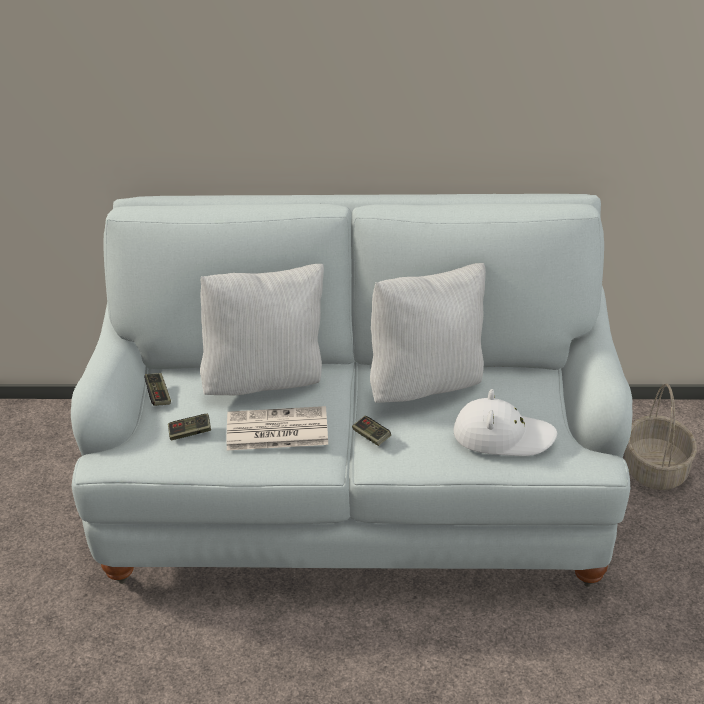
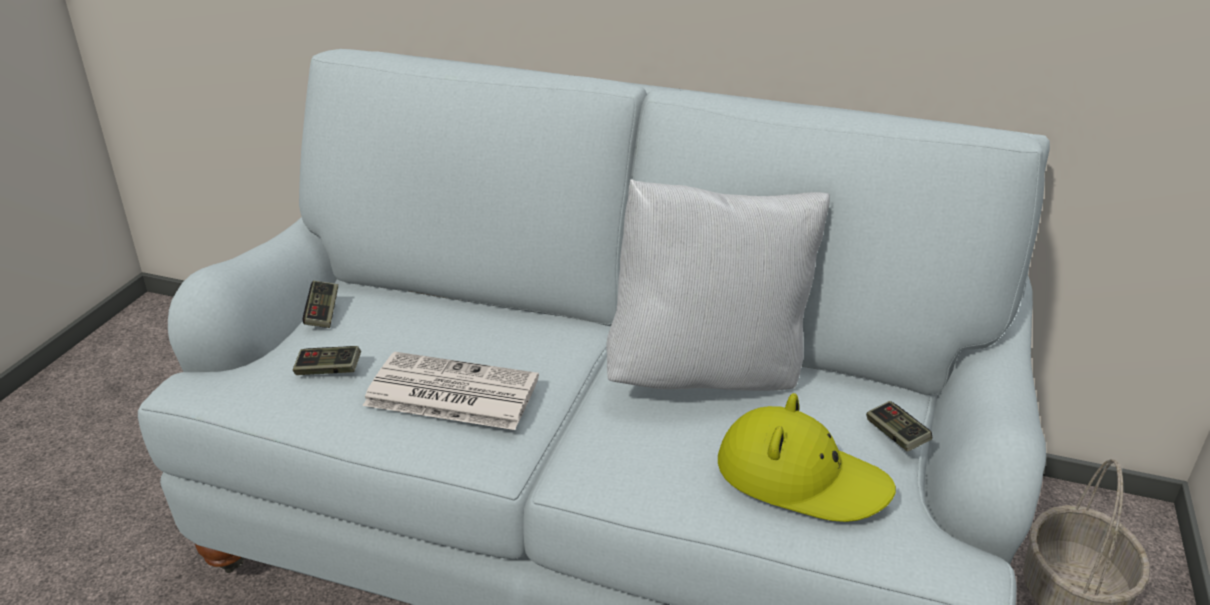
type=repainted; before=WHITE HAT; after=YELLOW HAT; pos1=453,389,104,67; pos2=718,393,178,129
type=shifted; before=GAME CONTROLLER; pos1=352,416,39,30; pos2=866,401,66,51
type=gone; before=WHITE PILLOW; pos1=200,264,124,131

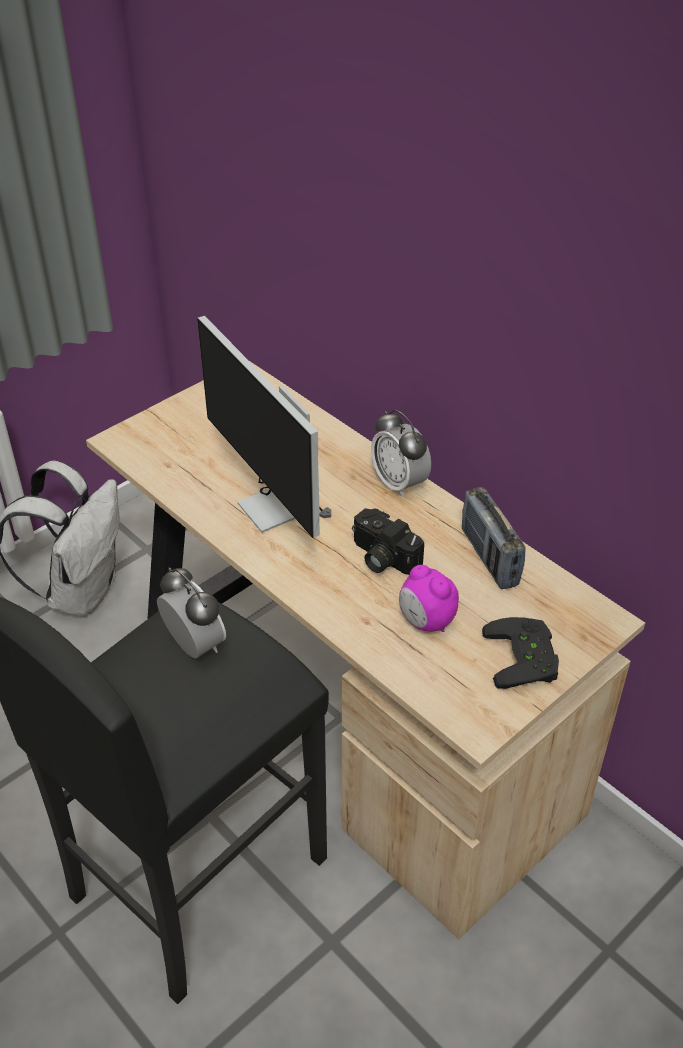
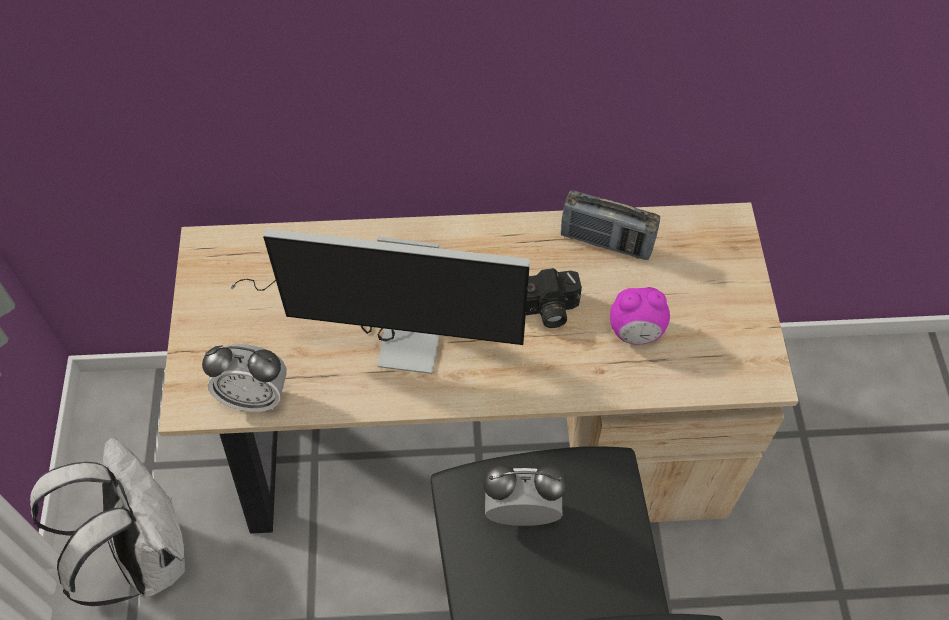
type=shifted; before=ALARM CLOCK; pos1=371,410,60,88; pos2=202,344,85,68
type=gone; before=BLACK GAME CONTROLLER; pos1=482,617,77,72

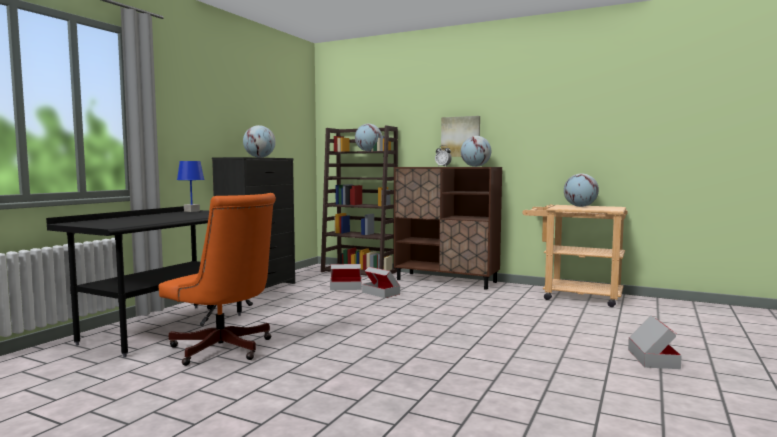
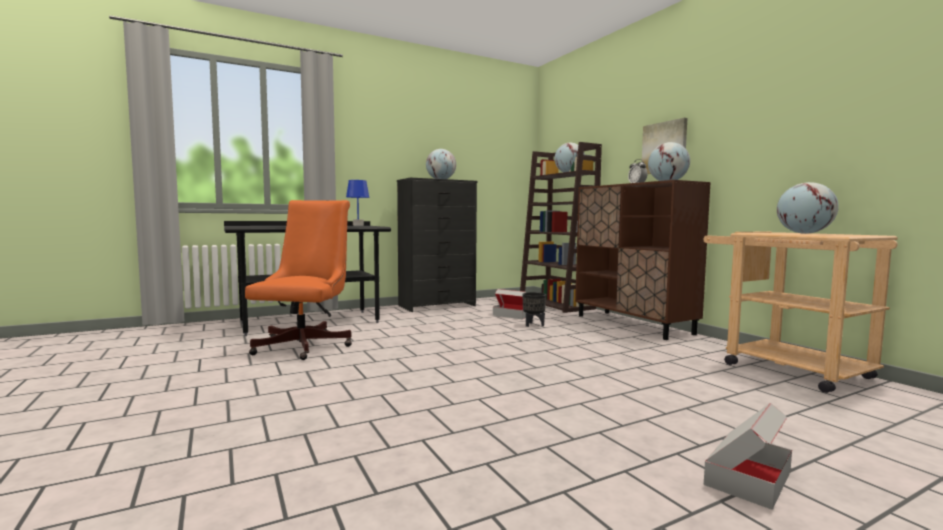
type=rotated; before=ORANGE OFFICE CHAIR; pos1=158,193,118,173; pos2=245,200,107,160; turn=-150
type=swapped; before=CARDBOARD BOX; after=BLACK PLANTER; pos1=362,267,38,31; pos2=522,292,24,35

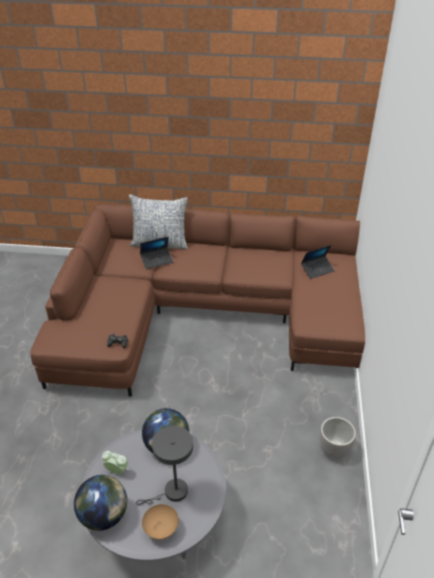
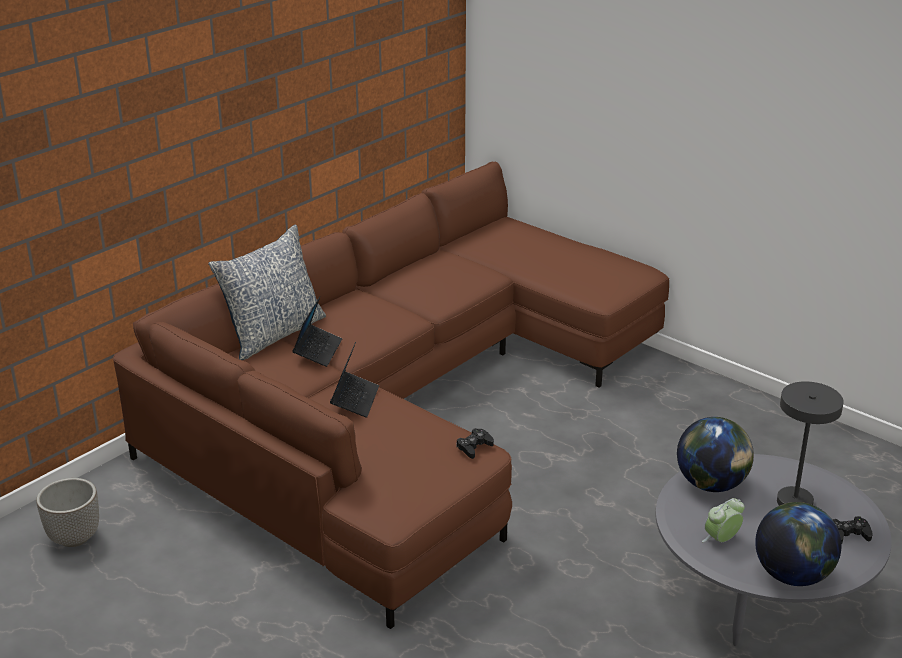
type=shifted; before=PLANTER; pos1=320,417,36,42; pos2=36,478,63,69
type=shifted; before=LAPTOP; pos1=301,245,34,34; pos2=330,342,49,76
type=swapped; before=BROWN BOWL; after=BLACK GAME CONTROLLER; pos1=142,504,37,36; pos2=832,516,41,28

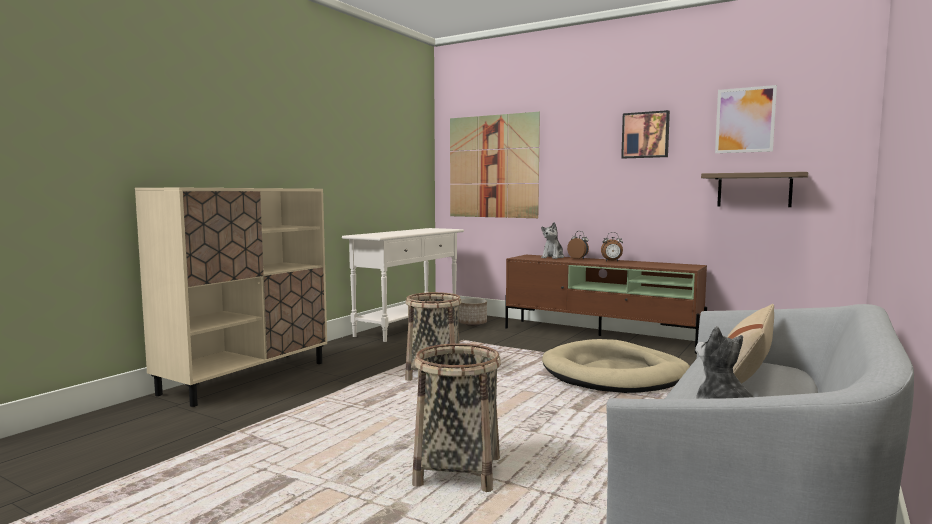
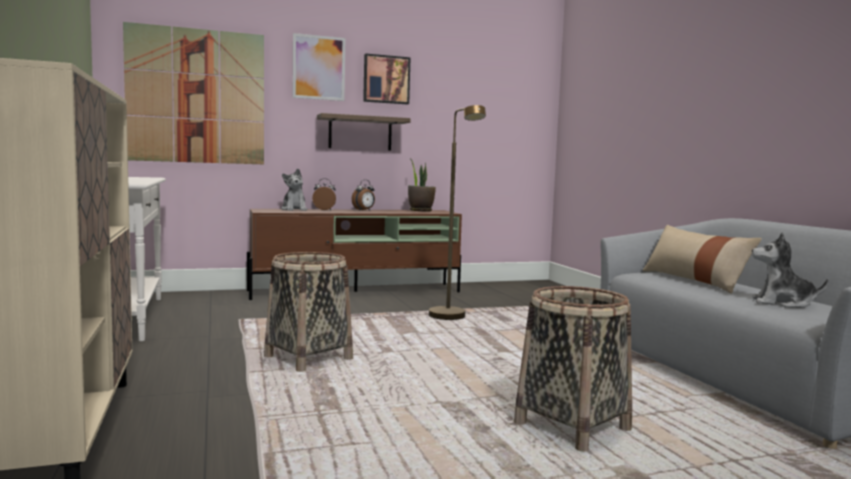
type=shifted; before=PICTURE; pos1=715,85,62,68; pos2=293,33,53,68
type=shifted; before=SHELF; pos1=701,172,107,35; pos2=317,113,94,38
type=new; after=POTTED PLANT; pos2=408,160,28,52
type=swapped; before=BEIGE DOG BED; after=BROWN FLOOR LAMP; pos1=542,339,148,54; pos2=429,105,57,215
type=gone; before=PLANTER; pos1=459,298,28,28

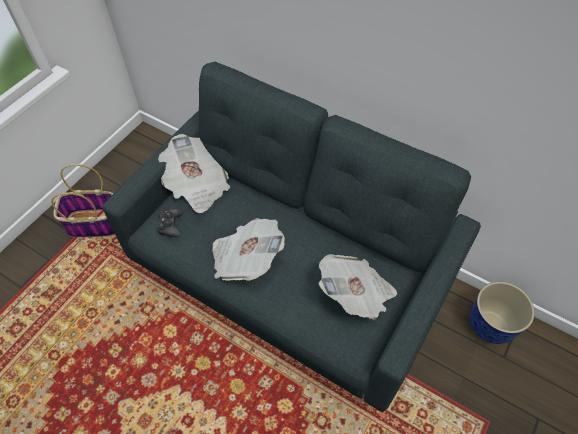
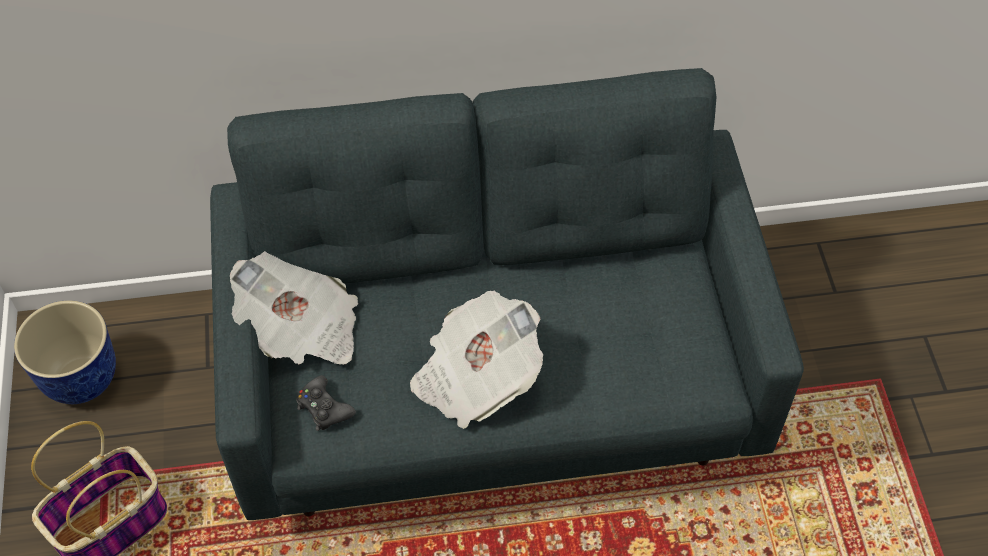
type=shifted; before=PLANTER; pos1=470,282,65,62; pos2=14,300,102,104
type=gone; before=NEWSPAPER; pos1=318,254,79,66

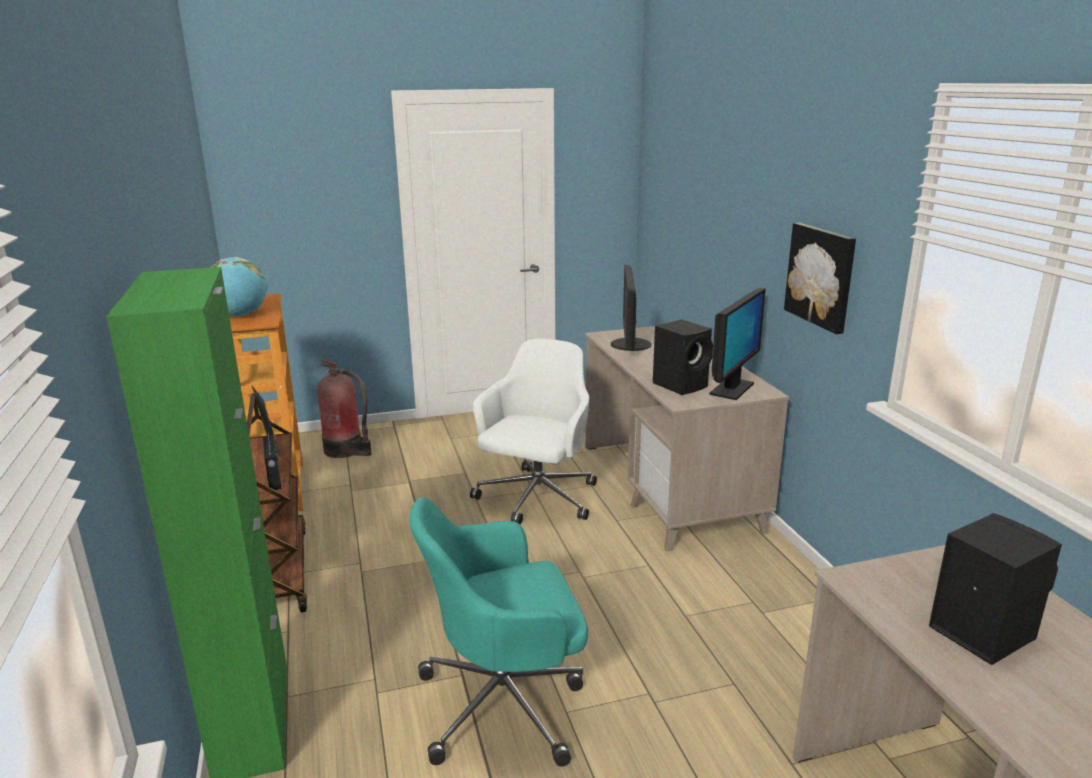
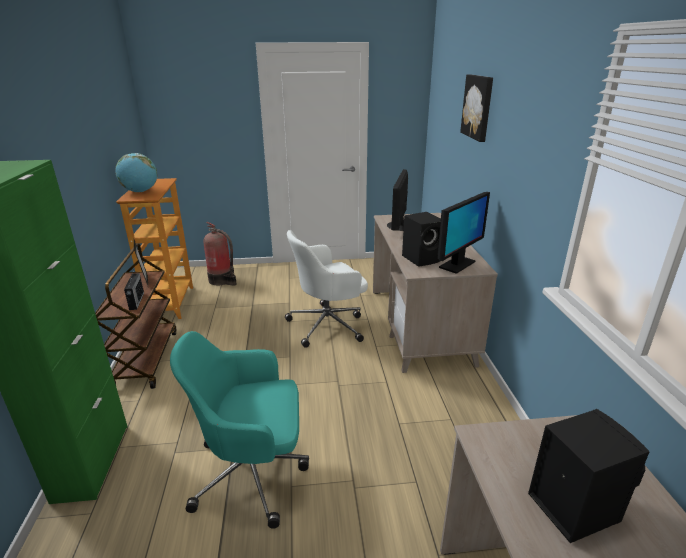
type=rotated; before=WHITE OFFICE CHAIR; pos1=470,339,127,185; pos2=285,230,83,118; turn=-150
type=shifted; before=PICTURE; pos1=784,223,72,111; pos2=460,75,33,67

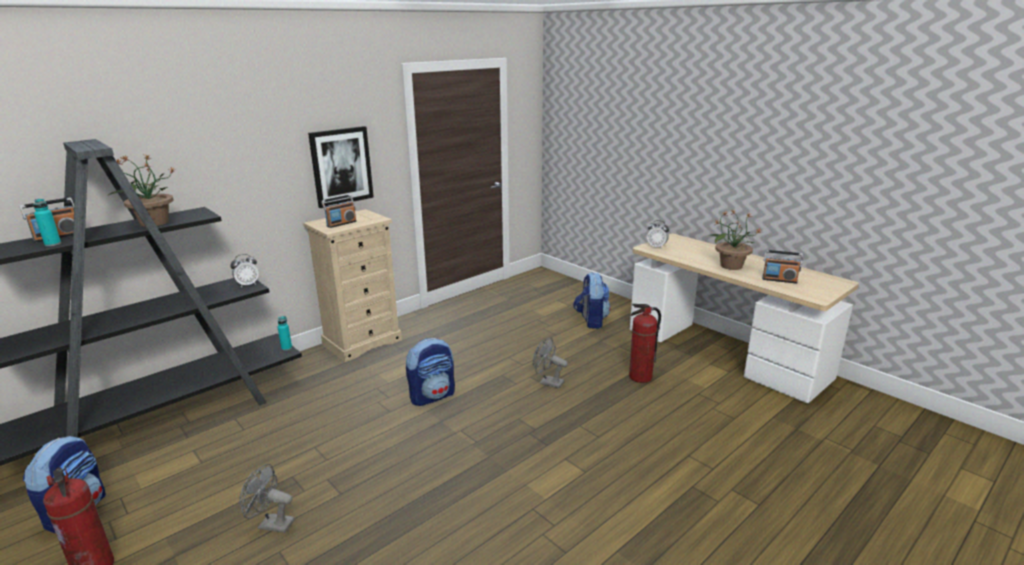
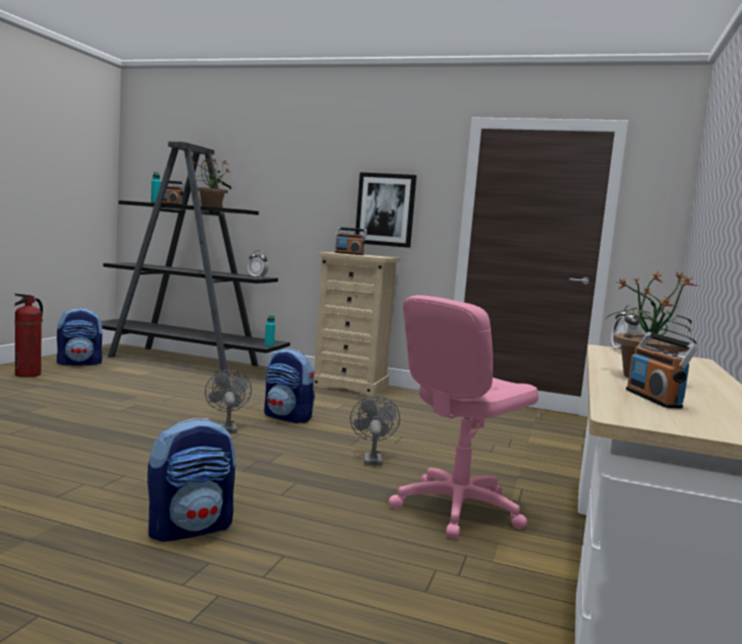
type=shifted; before=BACKPACK; pos1=573,272,38,57; pos2=147,418,88,124
type=shifted; before=GREY FAN; pos1=239,464,56,69; pos2=205,370,47,63
type=swapped; before=FIRE EXTINGUISHER; after=PINK OFFICE CHAIR; pos1=629,304,32,79; pos2=389,295,149,244

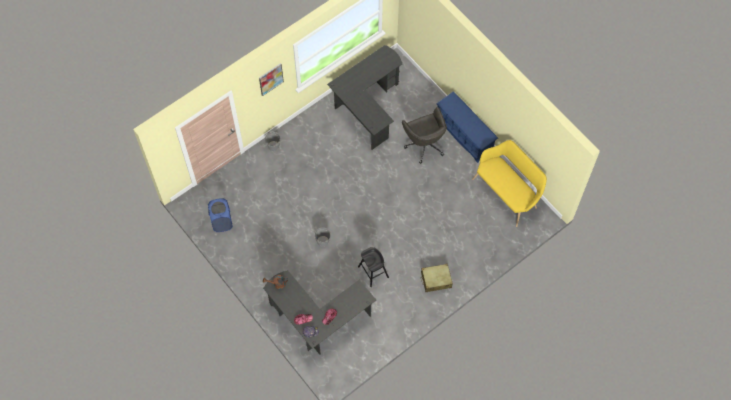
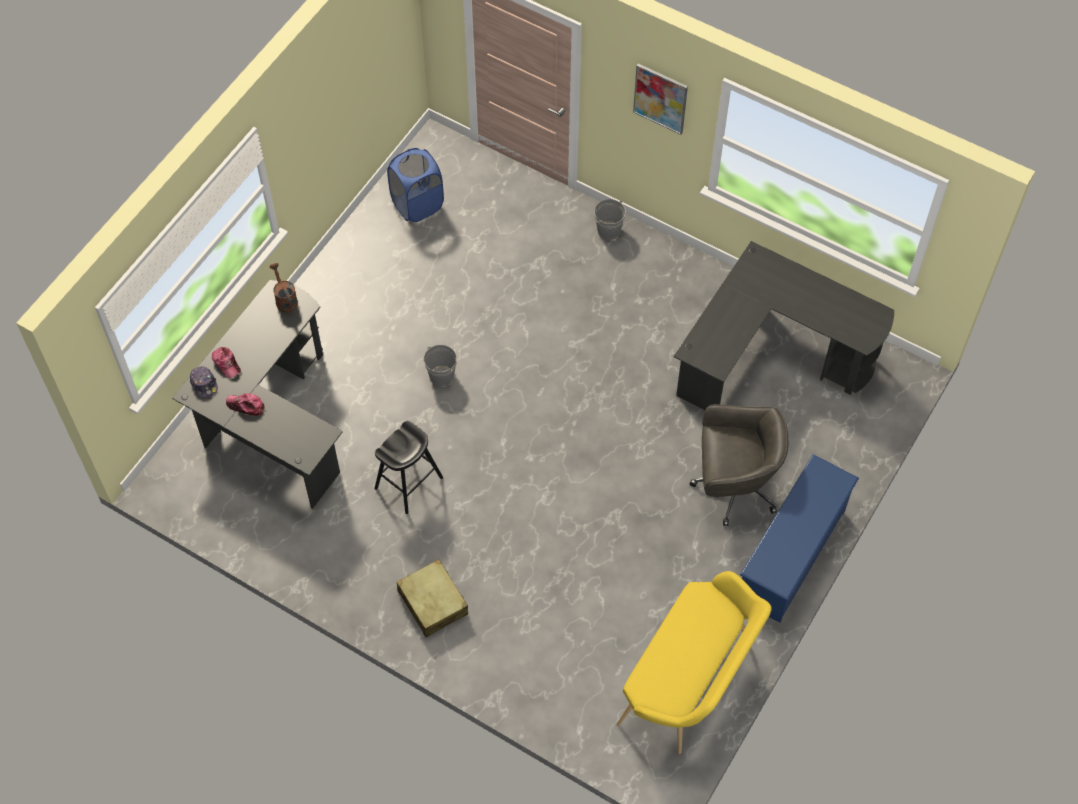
type=rotated; before=GREY OFFICE CHAIR; pos1=402,107,45,57; pos2=689,404,99,122; turn=-135

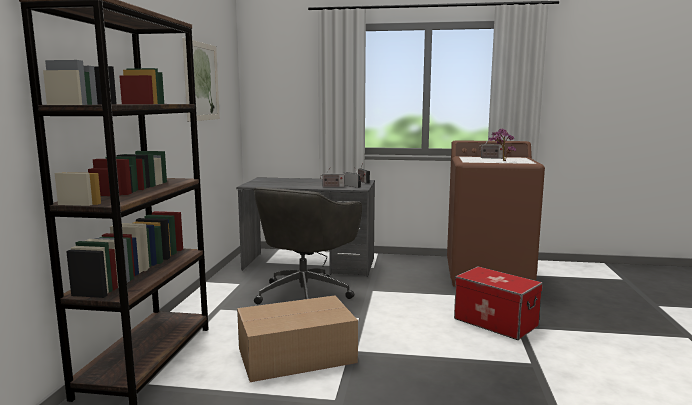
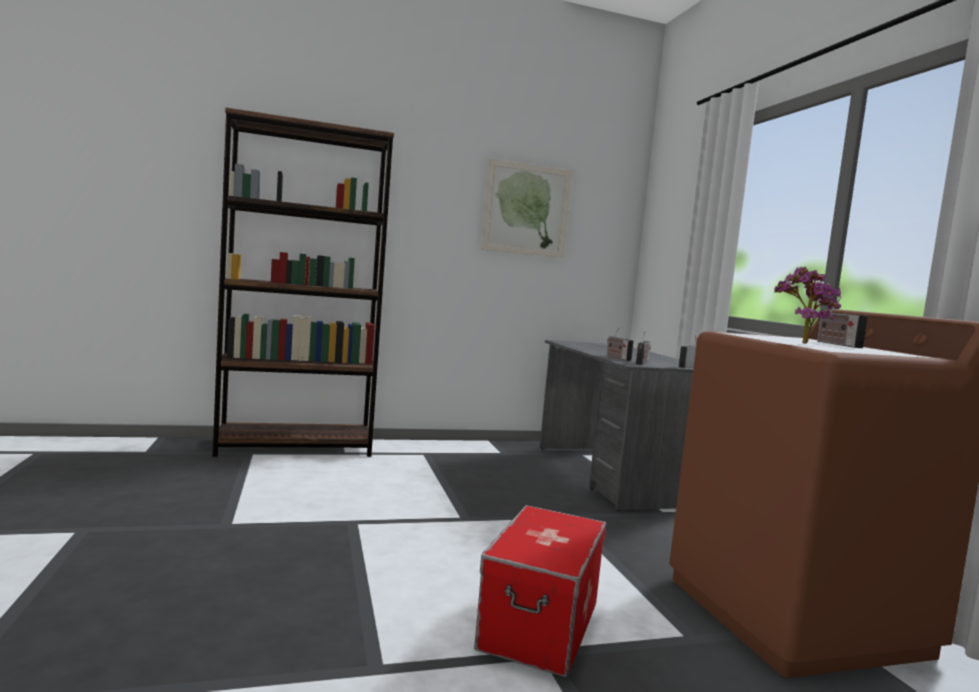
type=gone; before=CARDBOARD BOX; pos1=237,295,121,87
type=gone; before=GREY OFFICE CHAIR; pos1=253,187,109,117

